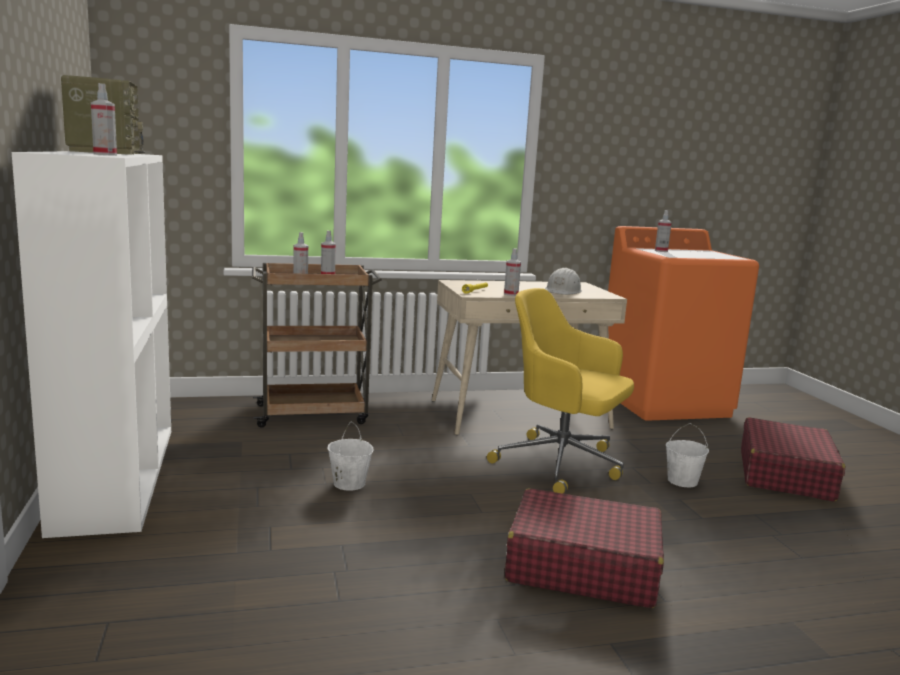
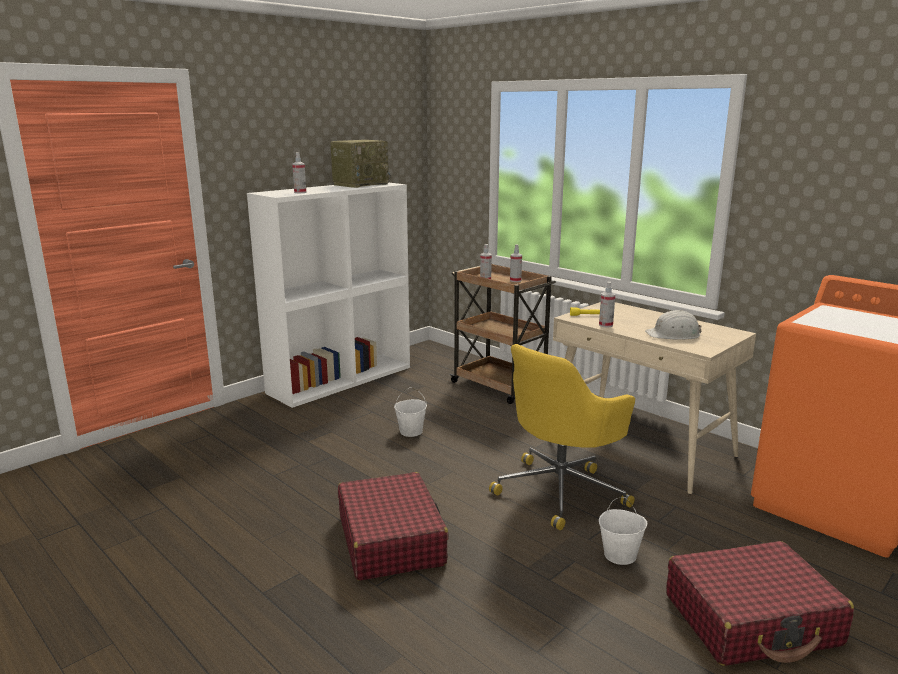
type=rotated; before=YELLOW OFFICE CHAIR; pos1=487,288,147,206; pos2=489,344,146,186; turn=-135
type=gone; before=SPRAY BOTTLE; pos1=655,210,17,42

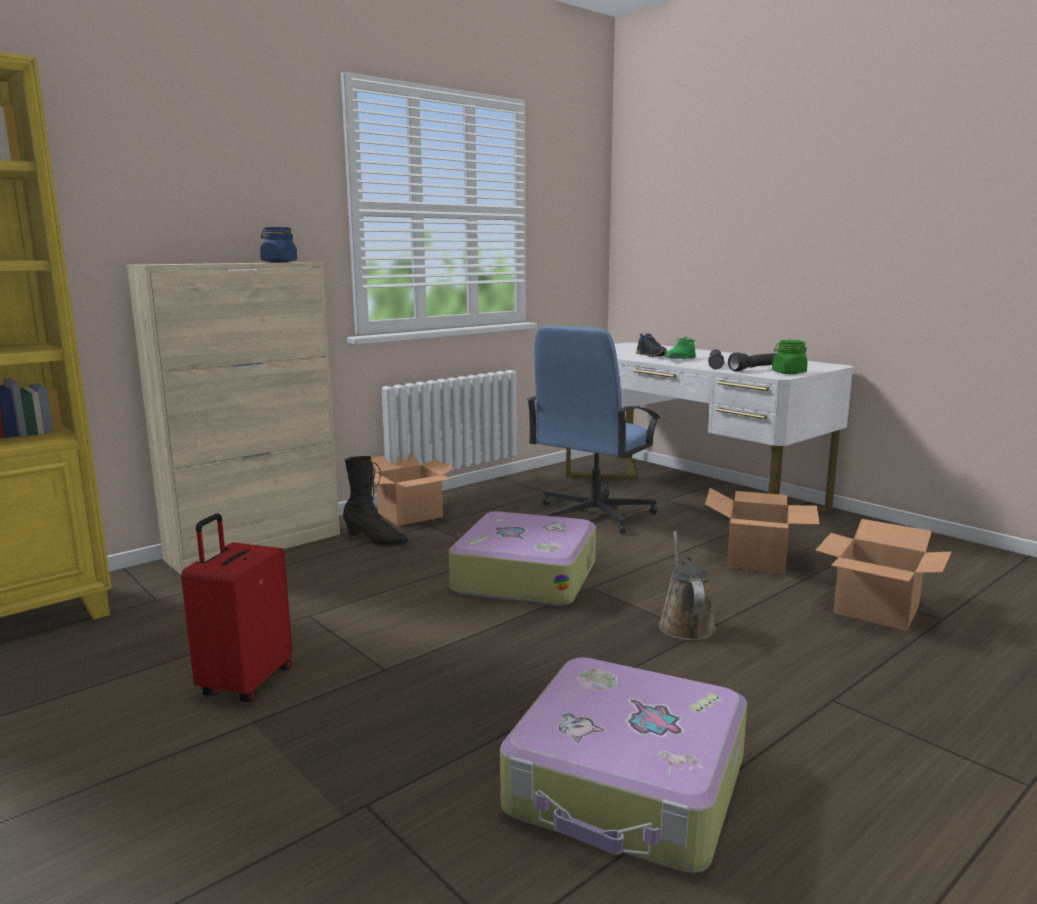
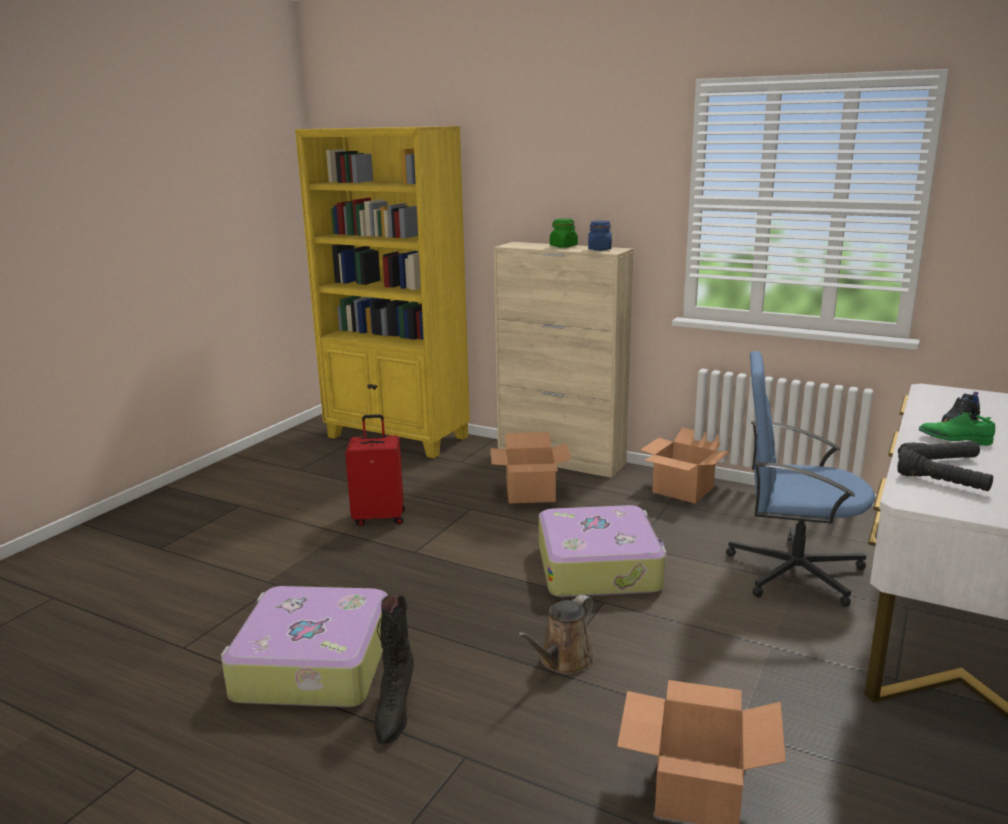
type=shifted; before=BLACK BOOT; pos1=343,456,66,91; pos2=375,594,39,151
type=shifted; before=CARDBOARD BOX; pos1=705,488,115,86; pos2=490,432,81,71
type=rotated; before=BROWN WATERING CAN; pos1=658,531,58,110; pos2=517,595,77,79; turn=150
type=shifted; before=GREEN JAR; pos1=772,340,36,34; pos2=550,218,28,30

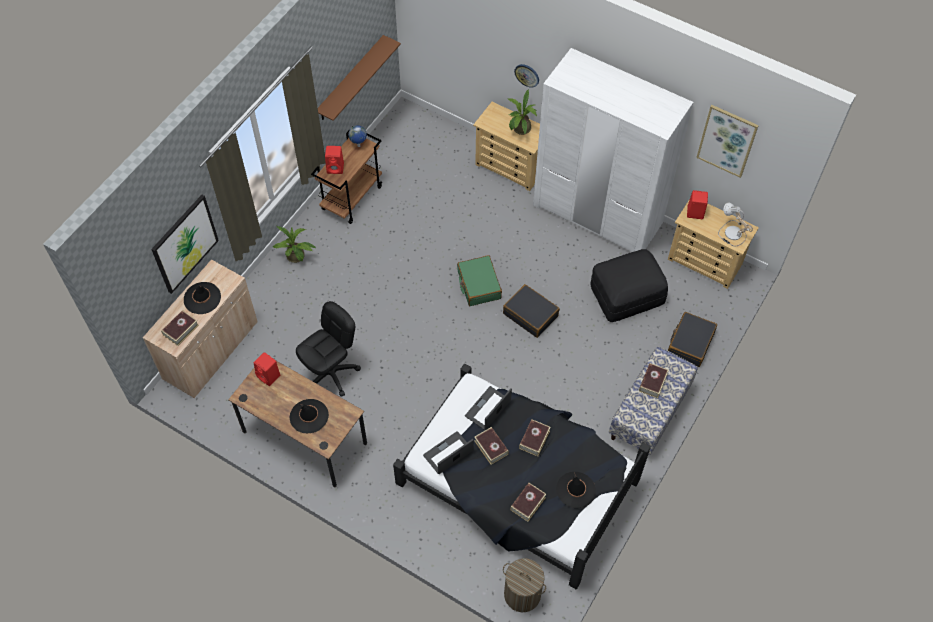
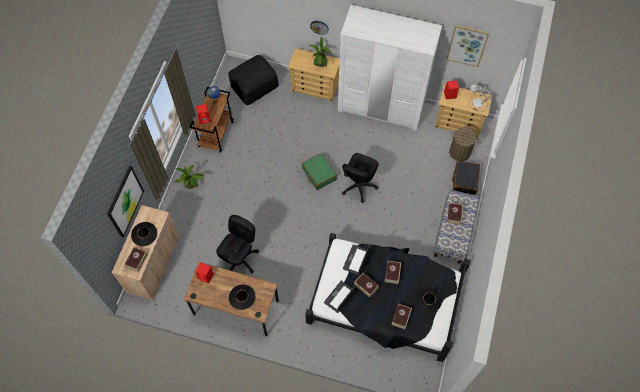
type=shifted; before=BLACK OTTOMAN; pos1=591,249,77,73; pos2=228,55,51,50
type=swapped; before=BLACK SUITCASE; after=BLACK OFFICE CHAIR; pos1=503,284,57,54; pos2=342,153,37,50
type=shifted; before=LAUNDRY BASKET; pos1=503,558,43,54; pos2=449,127,30,34
type=gone; before=BROWN SHELF; pos1=318,35,83,86

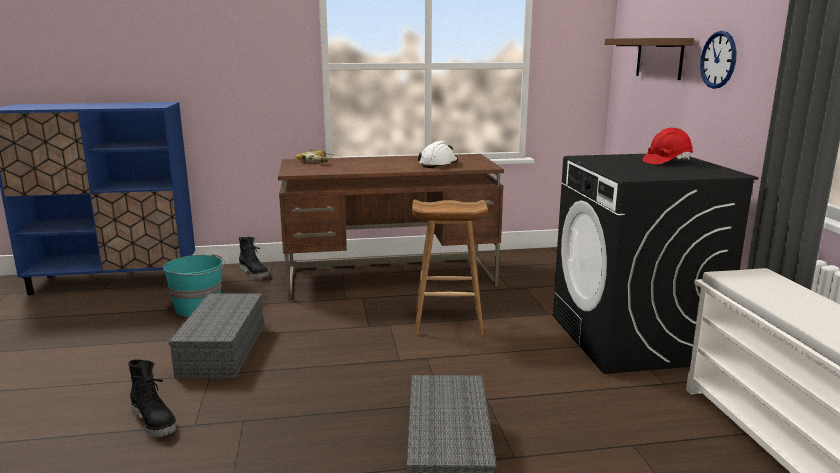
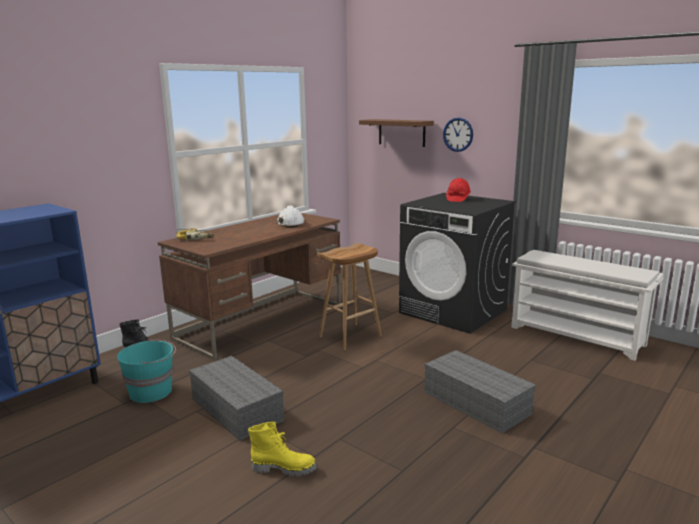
type=repainted; before=BLACK BOOT; after=YELLOW BOOT; pos1=128,359,48,78; pos2=248,422,69,55

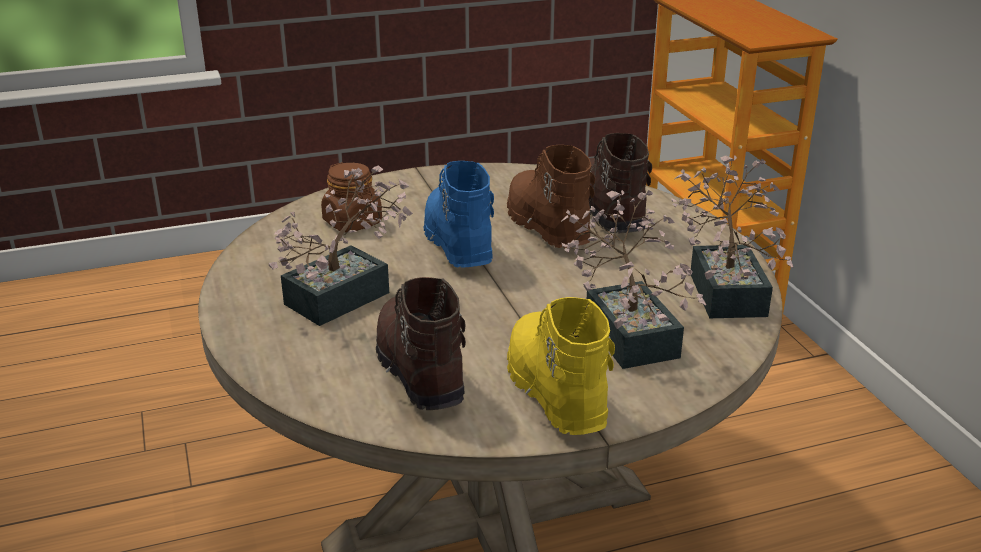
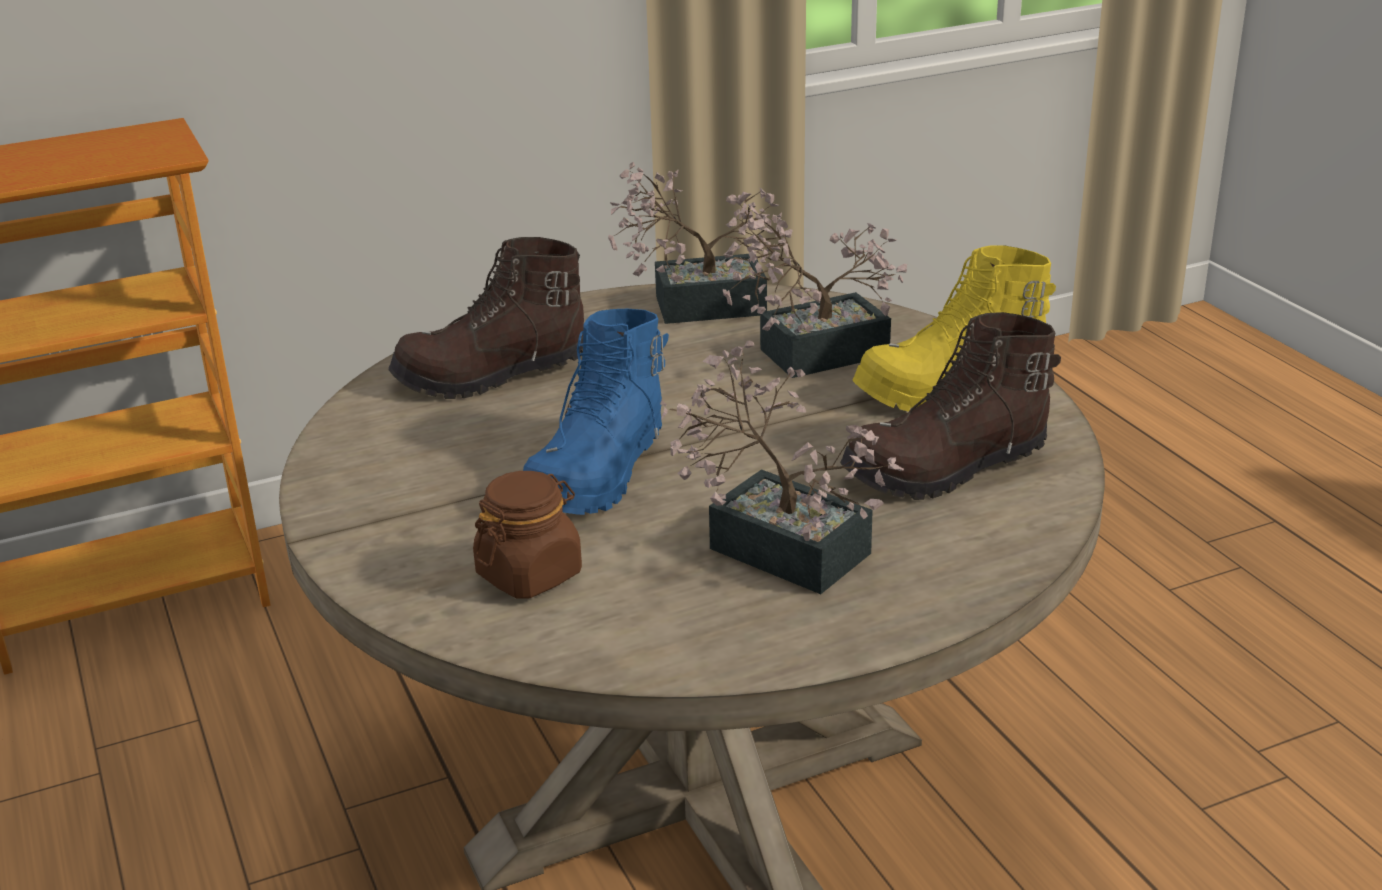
type=rotated; before=BLUE BOOT; pos1=424,161,70,107; pos2=523,309,146,206; turn=-45
type=gone; before=BROWN BOOT; pos1=507,145,88,103

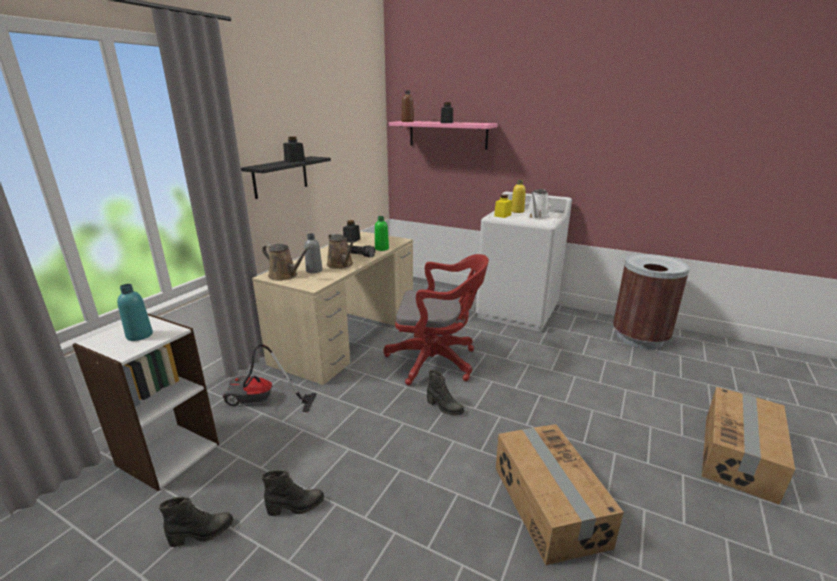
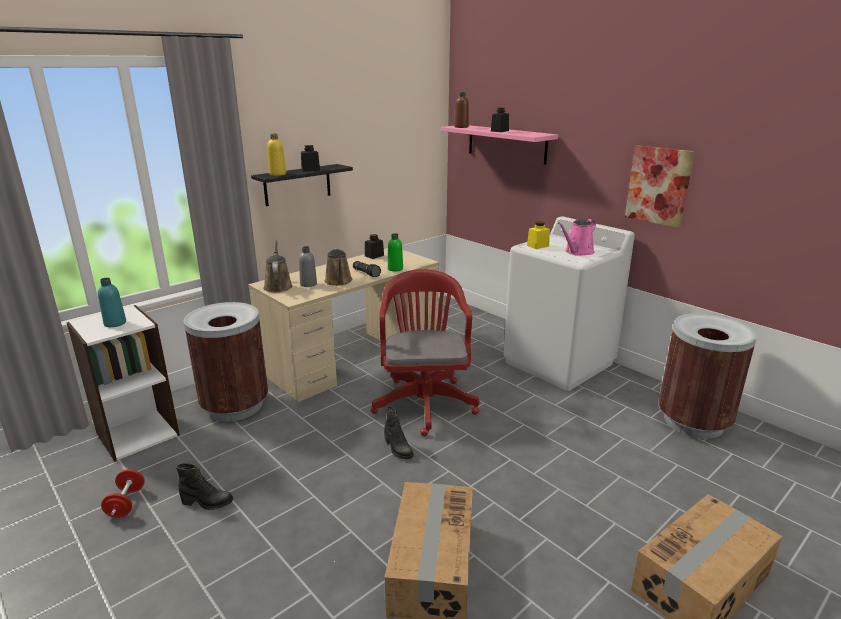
type=swapped; before=BLACK BOOT; after=RED DUMBBELL; pos1=159,497,74,50; pos2=101,469,44,49
type=swapped; before=VACUUM CLEANER; after=BROWN TRASH CAN; pos1=223,344,94,68; pos2=184,302,84,120
type=rotated; before=BROWN WATERING CAN; pos1=262,244,49,37; pos2=263,240,30,52; turn=-150
type=shifted; before=YELLOW BOTTLE; pos1=511,180,15,33; pos2=267,134,19,42
type=rotated; before=RED OFFICE CHAIR; pos1=384,254,105,131; pos2=371,269,108,167; turn=-120
type=repainted; before=WHITE WATERING CAN; after=PINK WATERING CAN; pos1=526,189,24,30; pos2=558,219,38,37
type=new; after=PICTURE; pos2=625,145,70,83

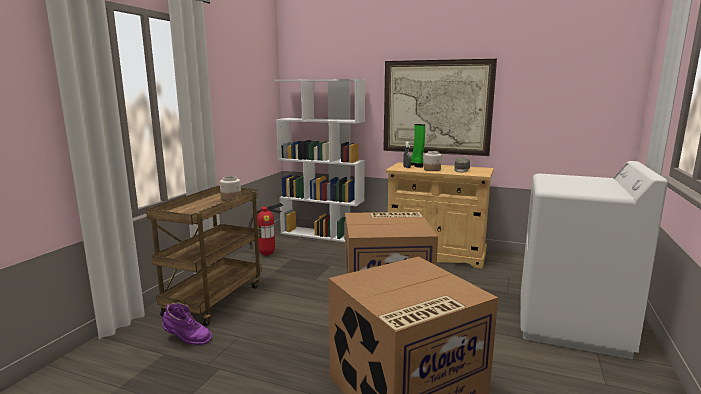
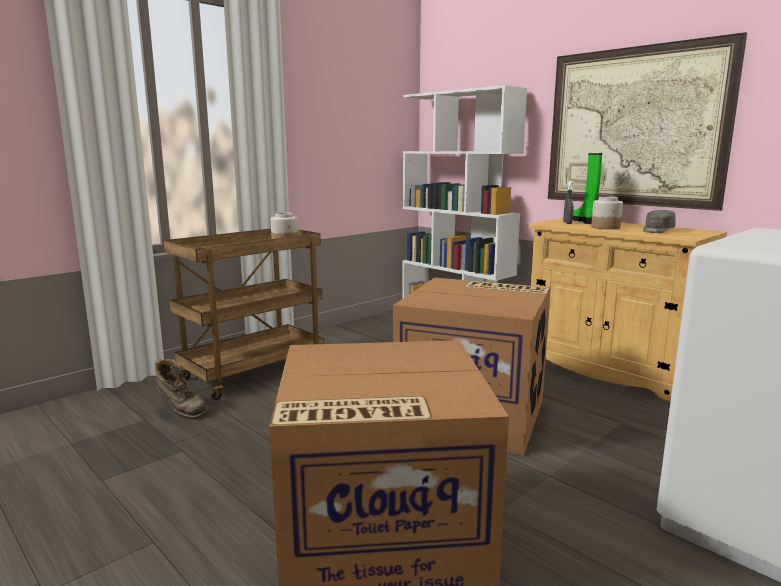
type=repainted; before=PURPLE BOOT; after=BROWN BOOT; pos1=162,302,50,43; pos2=155,359,53,60
type=gone; before=FIRE EXTINGUISHER; pos1=248,203,35,53

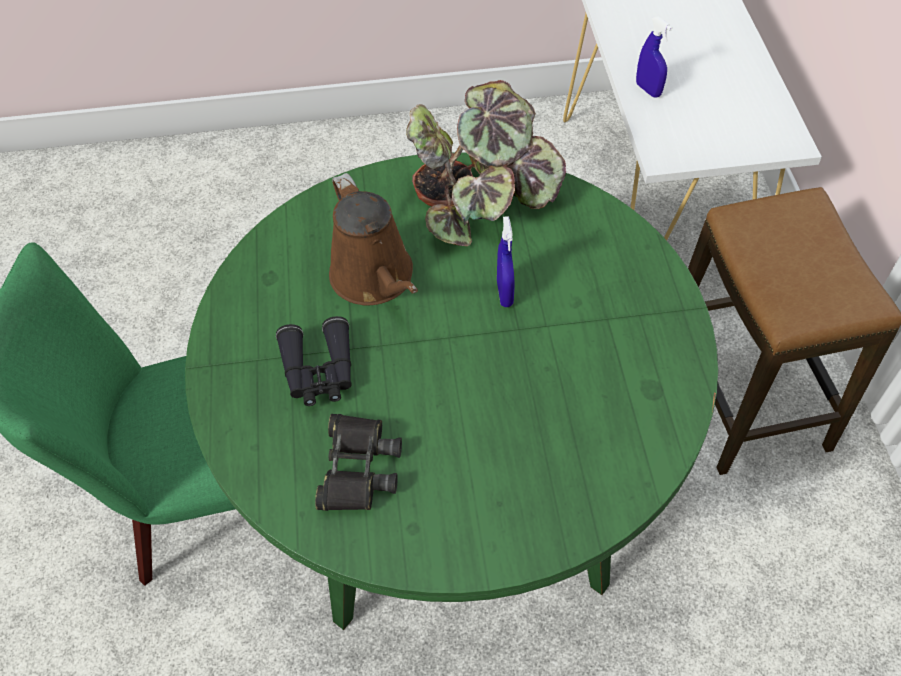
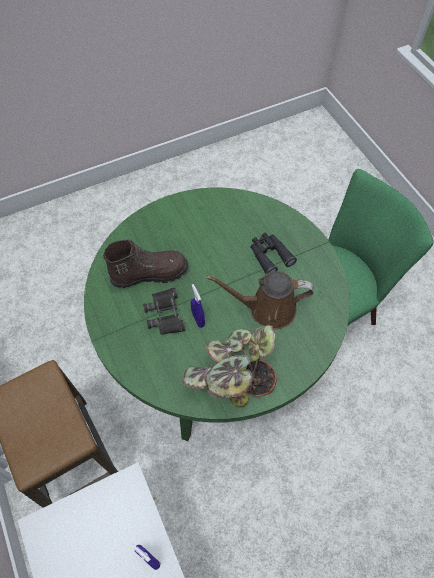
type=new; after=BROWN BOOT; pos2=103,240,86,48
type=shifted; before=BLACK BINOCULARS; pos1=315,414,87,97; pos2=143,288,43,47
type=rotated; before=BROWN WATERING CAN; pos1=329,173,89,132; pos2=206,271,108,58; turn=-45

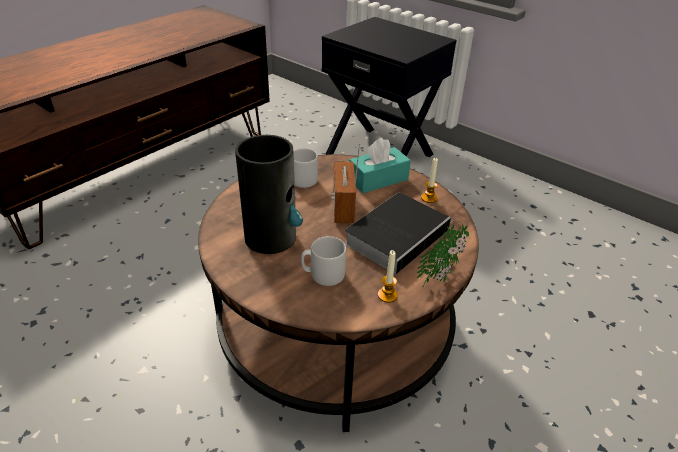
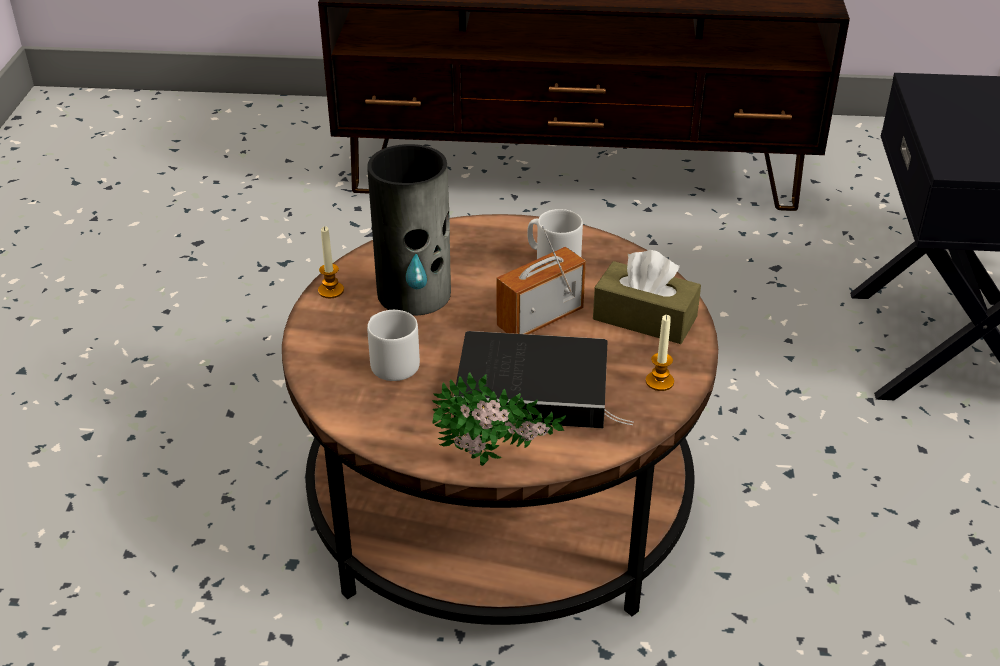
type=shifted; before=CANDLE; pos1=378,250,20,53; pos2=318,226,26,72
type=repainted; before=TURQUOISE TISSUE BOX; after=BROWN TISSUE BOX; pos1=349,138,62,55; pos2=593,250,108,94

